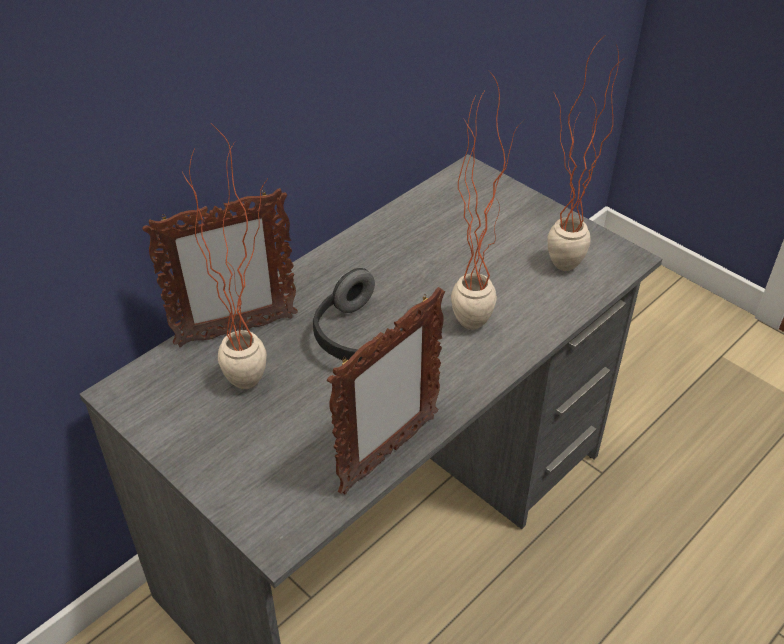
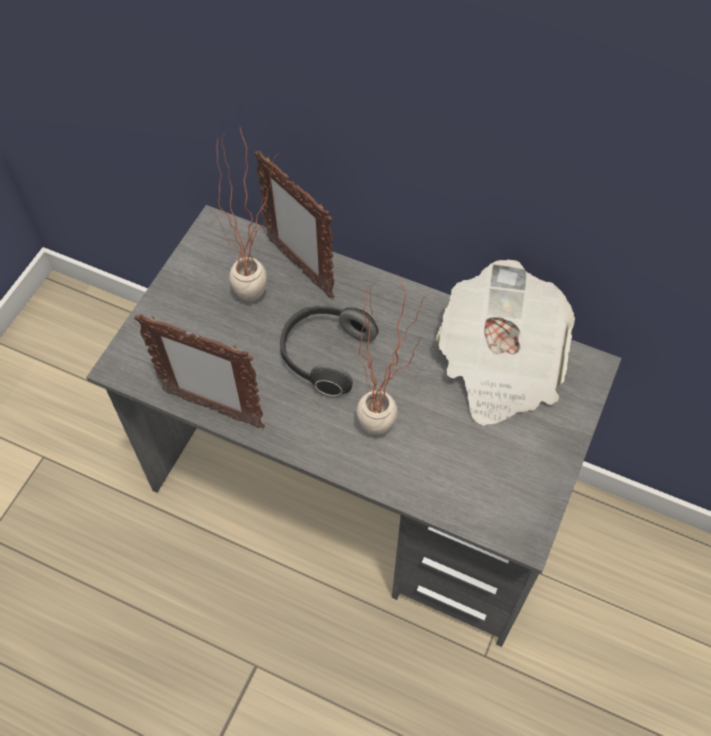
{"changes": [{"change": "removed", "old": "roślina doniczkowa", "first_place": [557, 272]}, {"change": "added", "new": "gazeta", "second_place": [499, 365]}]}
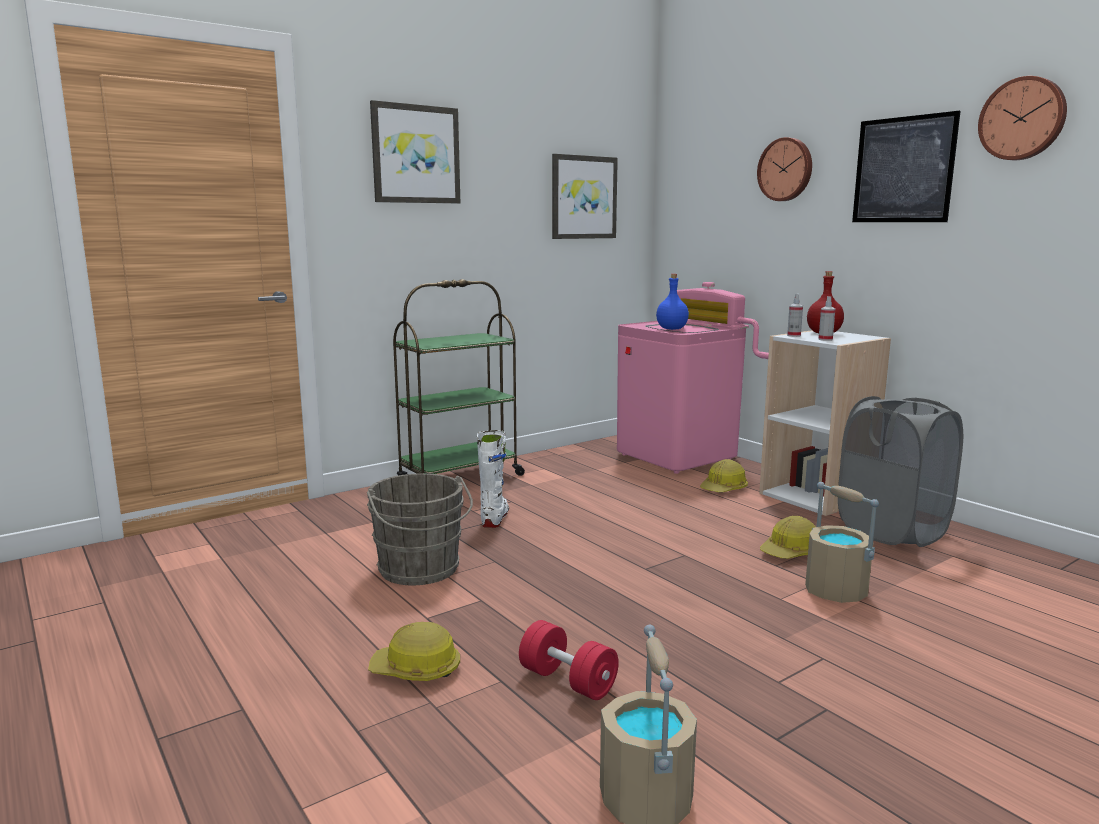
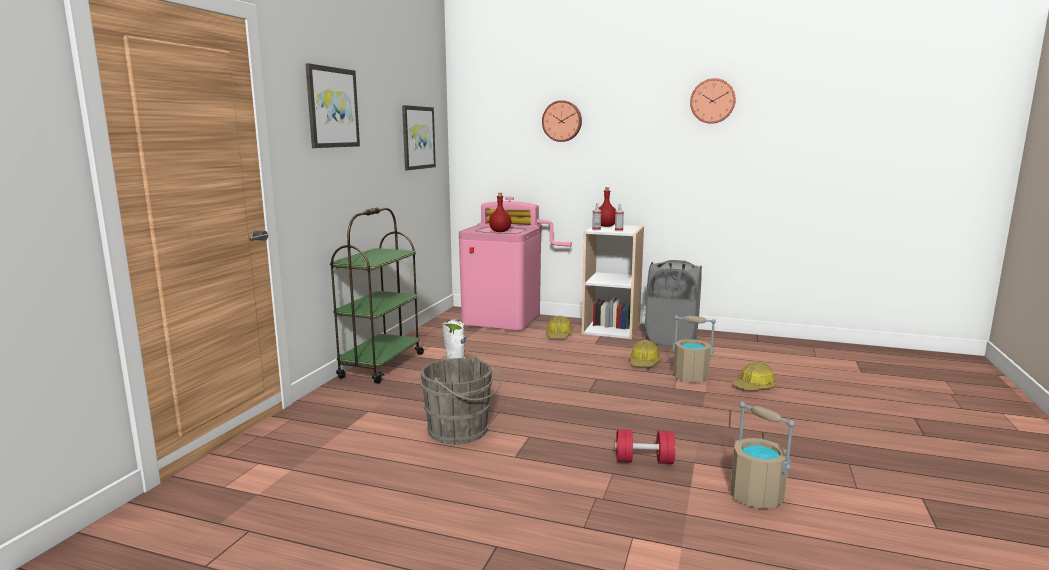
{"changes": [{"change": "removed", "old": "obraz", "first_place": [903, 170]}, {"change": "recoloured", "old": "butelka [niebieski]", "new": "butelka [czerwony]", "first_place": [672, 329], "second_place": [500, 231]}, {"change": "moved", "old": "kask", "first_place": [416, 669], "second_place": [754, 386]}]}
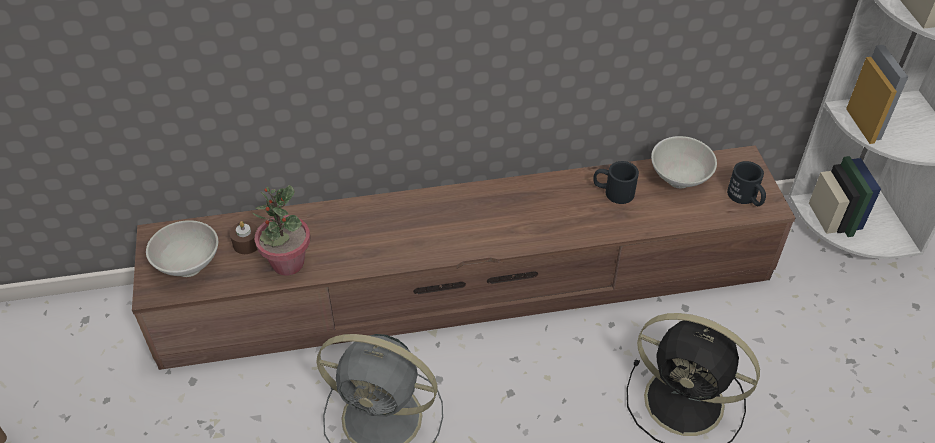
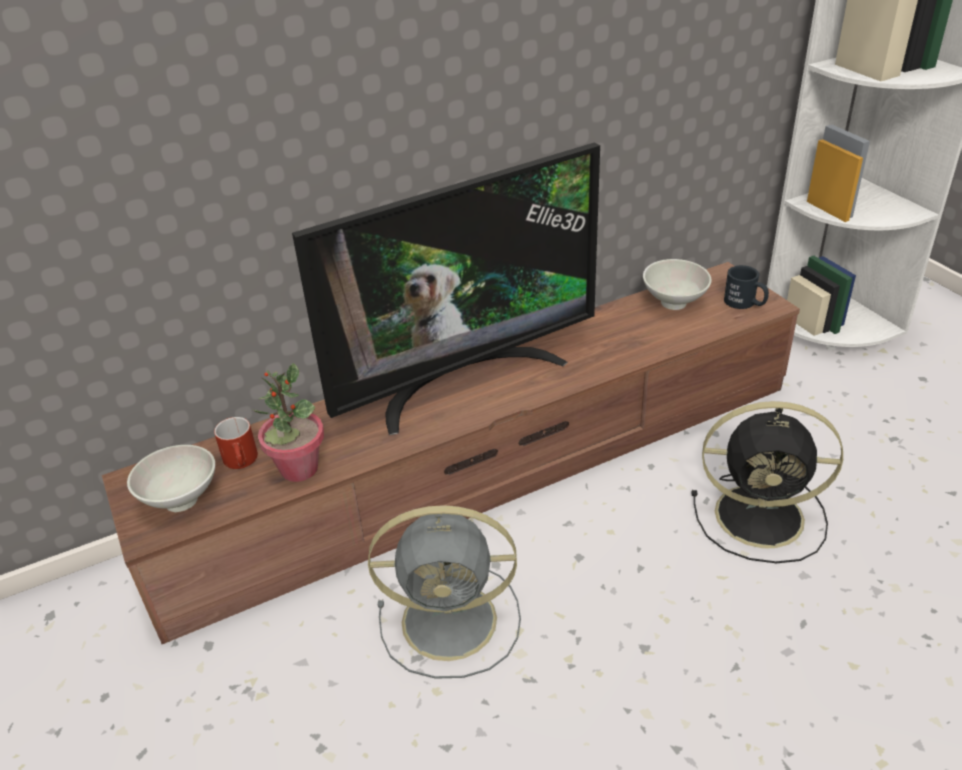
{"changes": [{"change": "removed", "old": "kubek [czarny]", "first_place": [613, 192]}, {"change": "replaced", "old": "świeca [brązowy]", "new": "kubek [czerwony]", "first_place": [246, 243], "second_place": [242, 461]}, {"change": "added", "new": "telewizor", "second_place": [464, 379]}]}
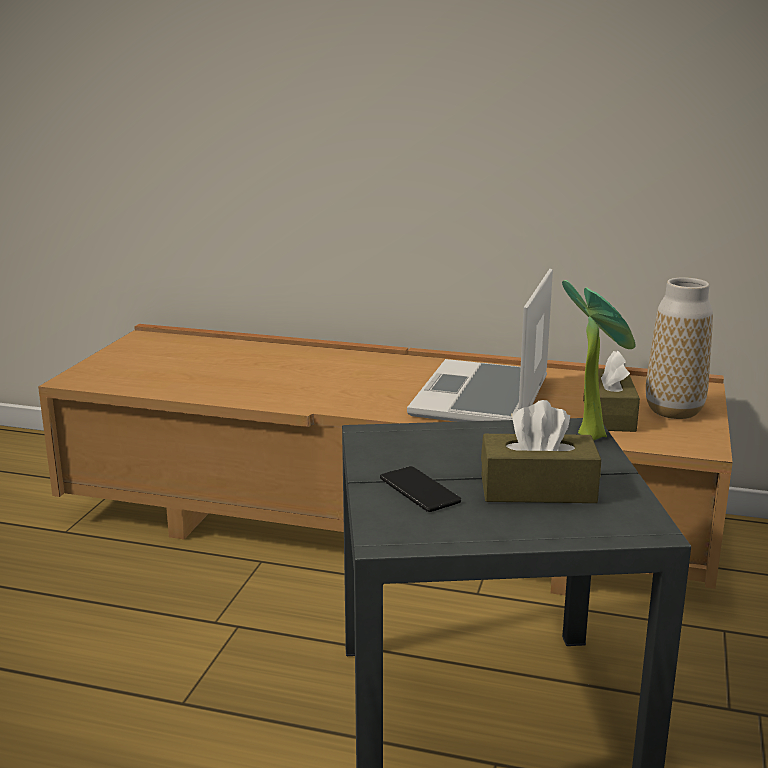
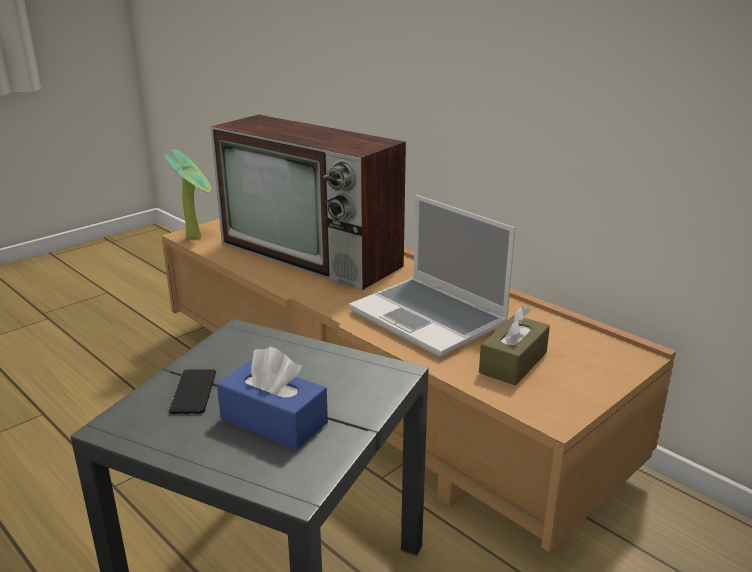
{"changes": [{"change": "turned", "old": "laptop", "first_place": [483, 398], "second_place": [430, 318], "degrees": -90}, {"change": "removed", "old": "wazon", "first_place": [674, 411]}, {"change": "moved", "old": "roślina doniczkowa", "first_place": [592, 434], "second_place": [196, 236]}, {"change": "recoloured", "old": "pudełko chusteczek [brązowy]", "new": "pudełko chusteczek [niebieski]", "first_place": [537, 489], "second_place": [273, 421]}, {"change": "added", "new": "telewizor", "second_place": [313, 255]}]}
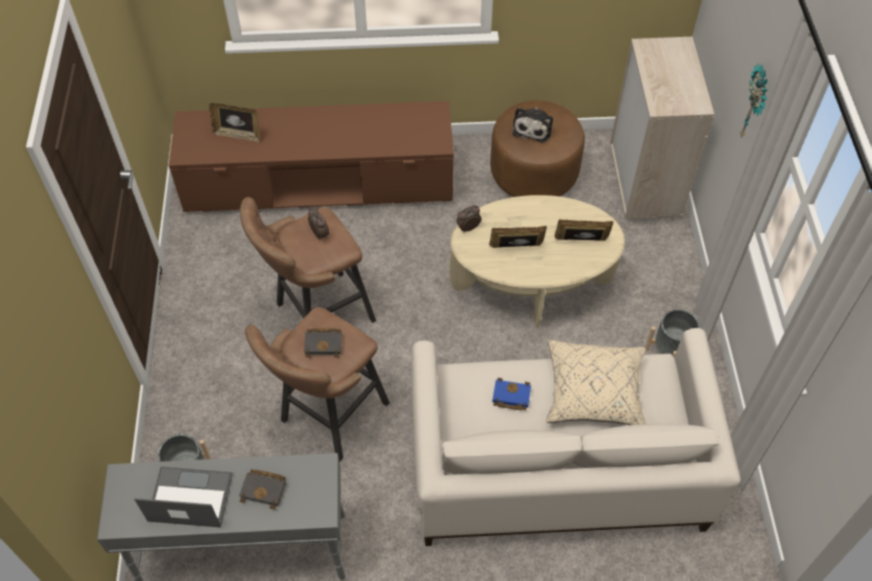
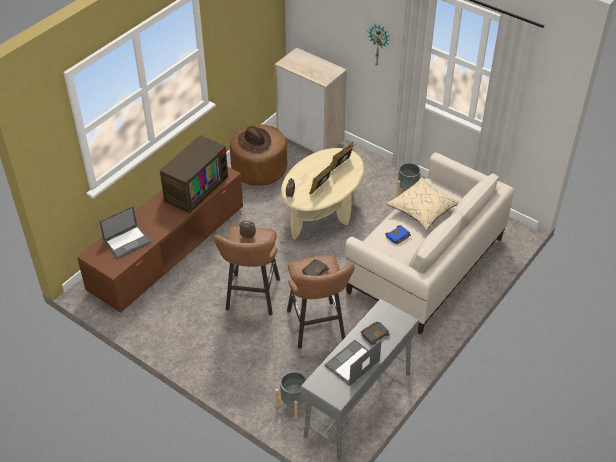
{"changes": [{"change": "replaced", "old": "ramka na zdjęcie", "new": "laptop", "first_place": [238, 135], "second_place": [127, 241]}, {"change": "replaced", "old": "pluszak", "new": "kapelusz [brązowy]", "first_place": [533, 128], "second_place": [255, 140]}, {"change": "added", "new": "telewizor", "second_place": [195, 187]}]}
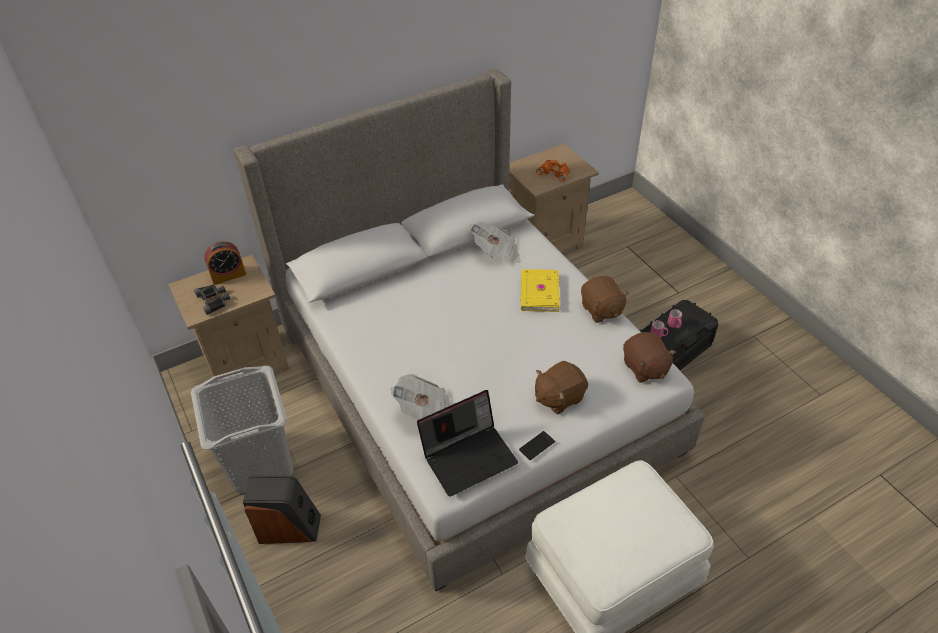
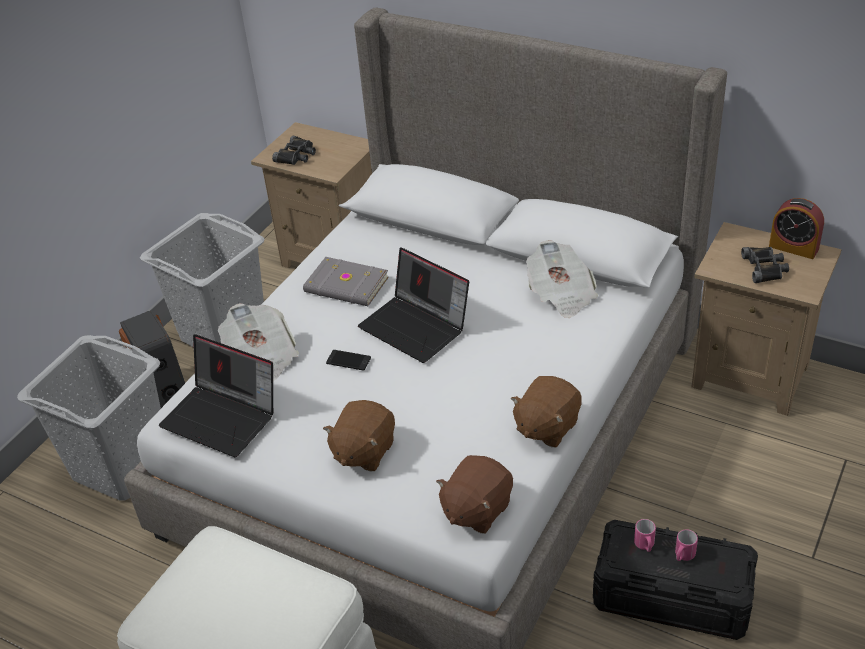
{"changes": [{"change": "recoloured", "old": "lornetka [pomarańczowy]", "new": "lornetka [czarny]", "first_place": [554, 172], "second_place": [765, 268]}, {"change": "moved", "old": "budzik", "first_place": [228, 275], "second_place": [793, 247]}, {"change": "removed", "old": "książka [żółty]", "first_place": [538, 293]}, {"change": "turned", "old": "pluszak [brązowy]", "first_place": [559, 397], "second_place": [363, 451], "degrees": -90}, {"change": "moved", "old": "telefon", "first_place": [537, 446], "second_place": [348, 360]}, {"change": "added", "new": "laptop", "second_place": [416, 327]}, {"change": "added", "new": "książka [szary]", "second_place": [346, 286]}, {"change": "added", "new": "kosz na pranie [szary]", "second_place": [122, 466]}]}
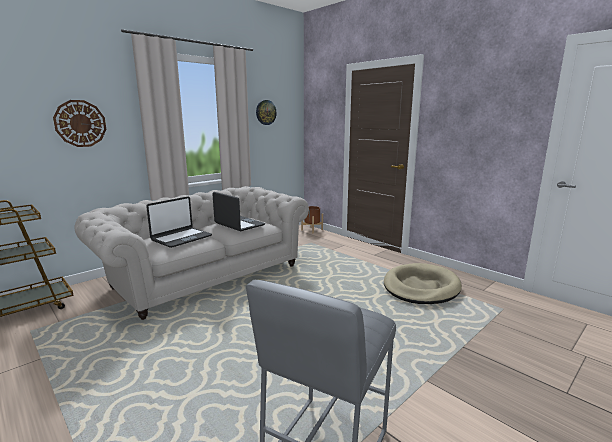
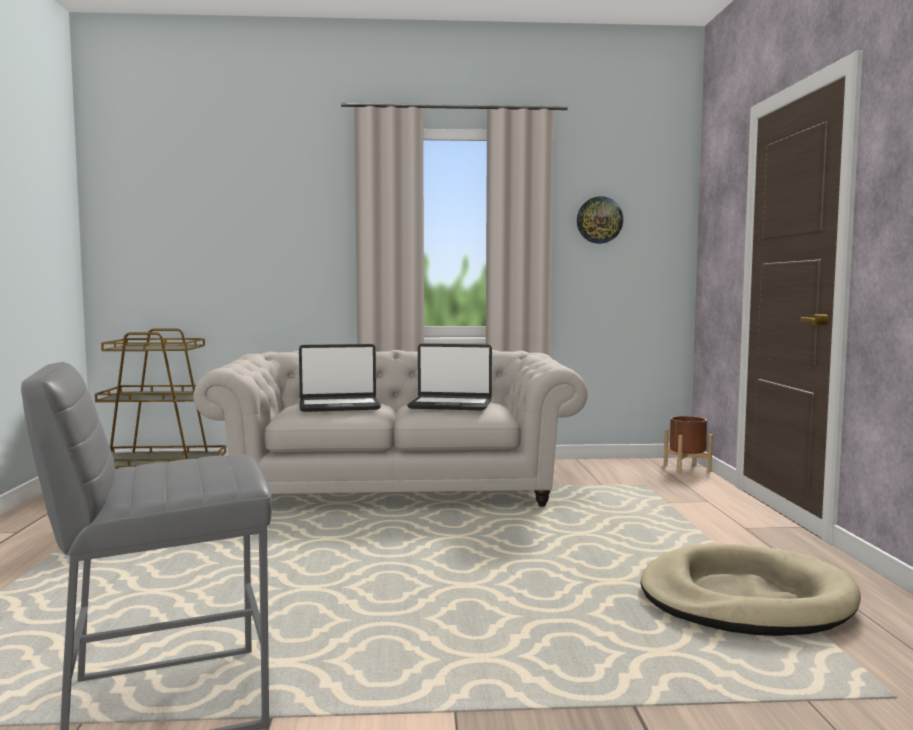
{"changes": [{"change": "removed", "old": "zegar ścienny", "first_place": [80, 123]}, {"change": "turned", "old": "laptop", "first_place": [239, 224], "second_place": [450, 405], "degrees": 105}]}
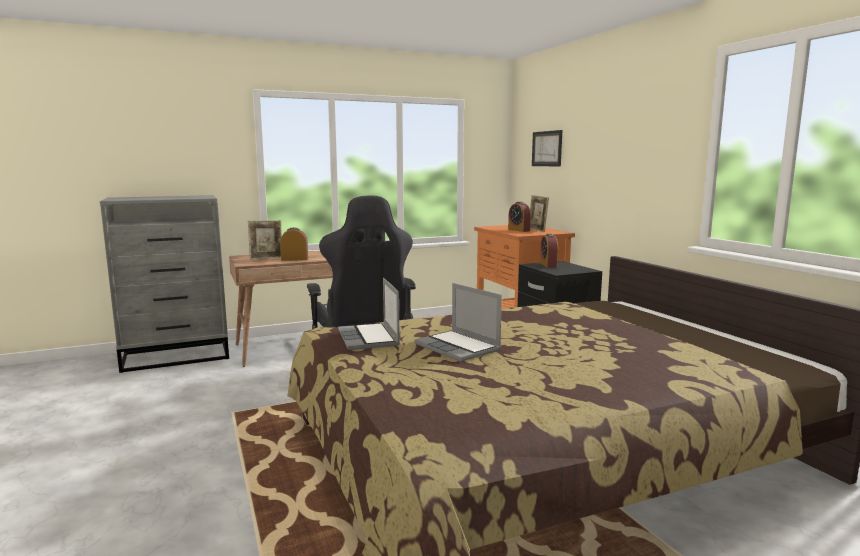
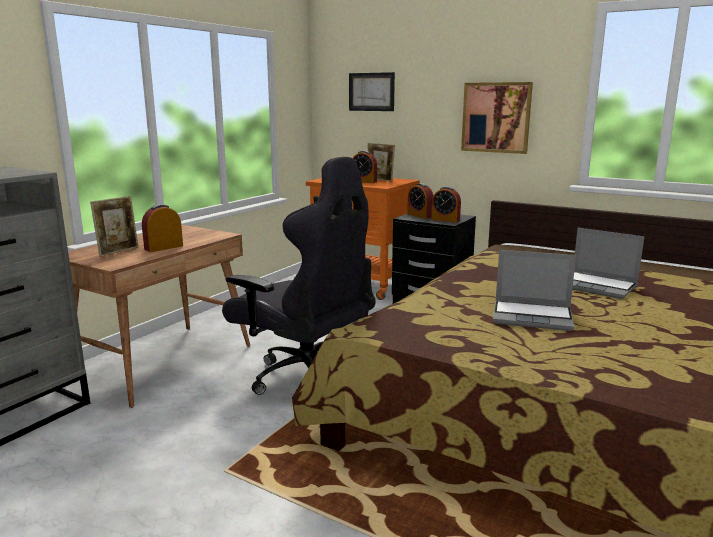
{"changes": [{"change": "moved", "old": "laptop", "first_place": [369, 338], "second_place": [598, 286]}, {"change": "added", "new": "obraz", "second_place": [496, 117]}, {"change": "added", "new": "budzik", "second_place": [445, 220]}]}
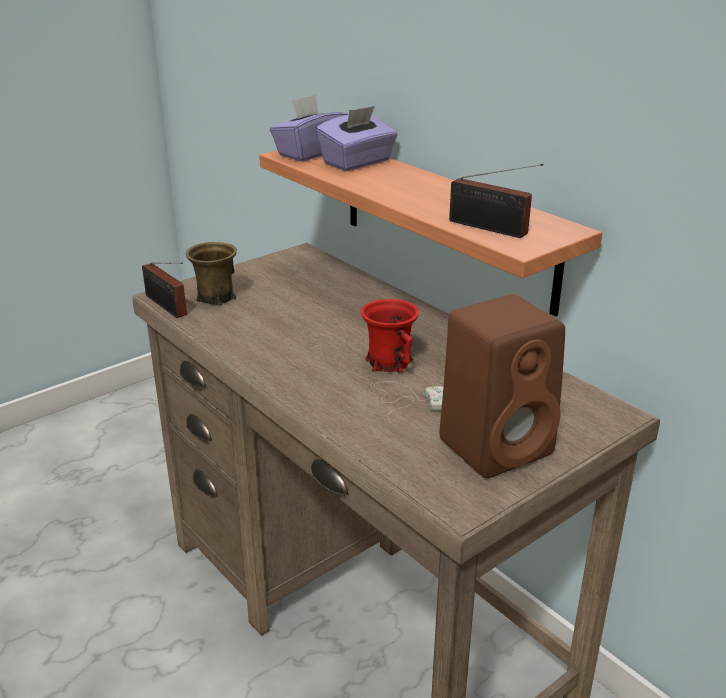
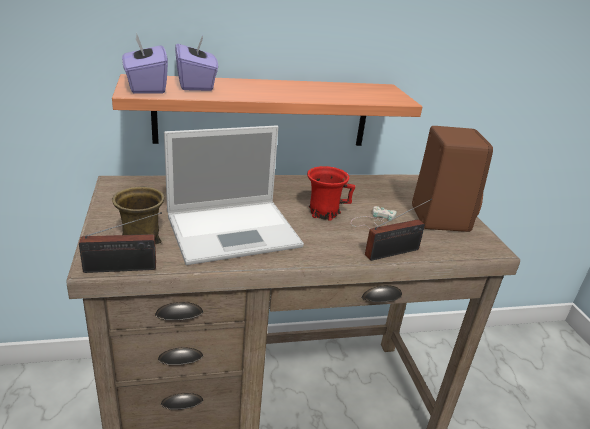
{"changes": [{"change": "moved", "old": "radio", "first_place": [491, 229], "second_place": [395, 252]}, {"change": "added", "new": "laptop", "second_place": [235, 230]}]}
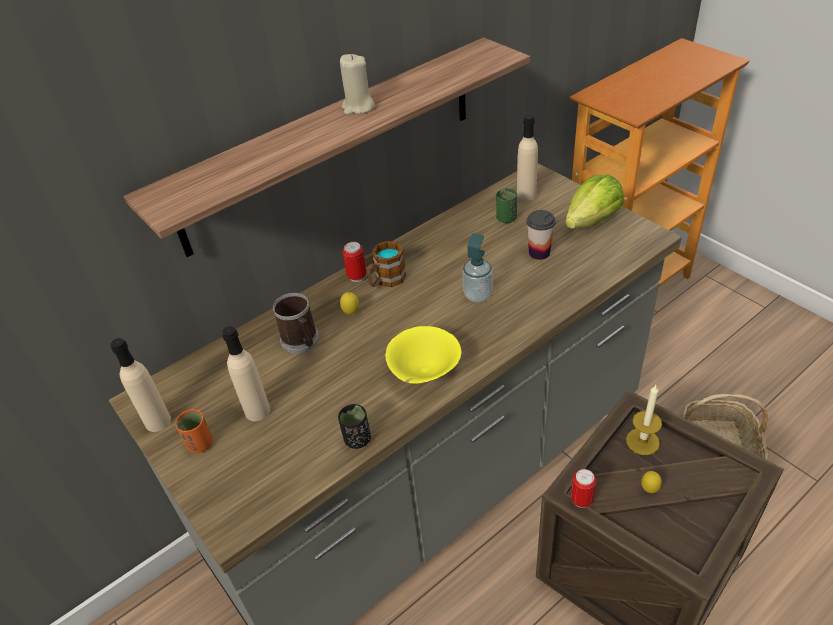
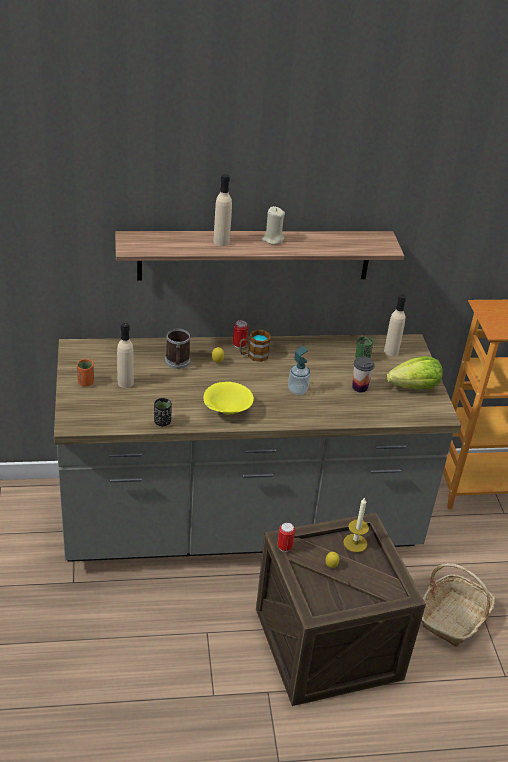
{"changes": [{"change": "moved", "old": "butelka [beżowy]", "first_place": [158, 421], "second_place": [221, 241]}]}
